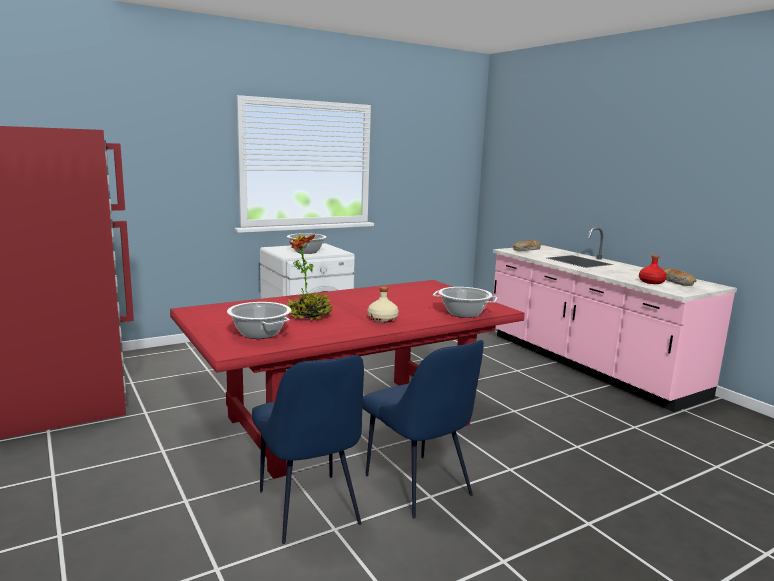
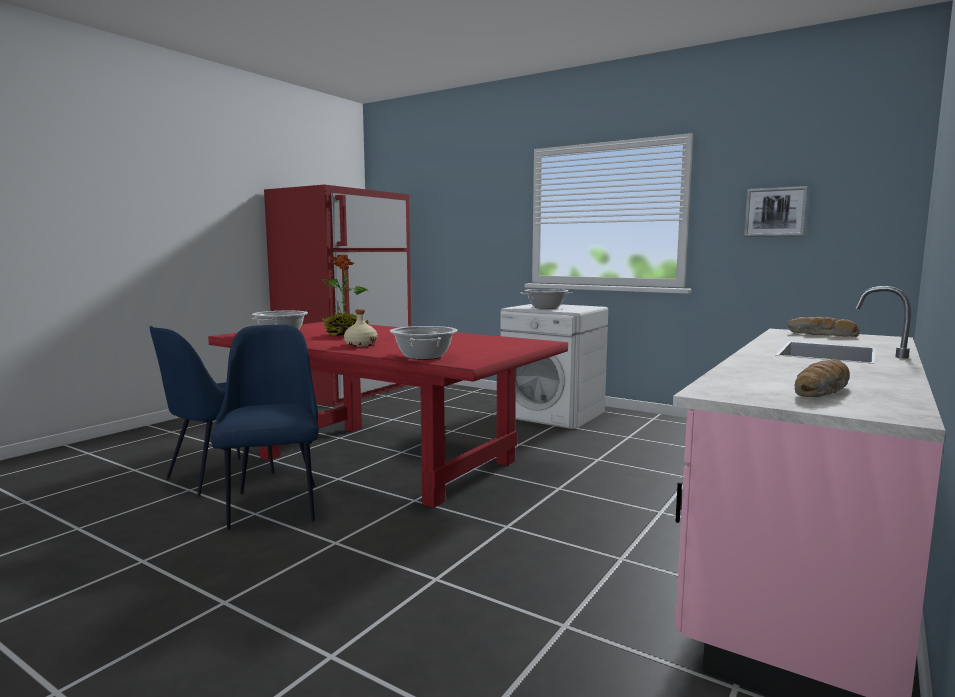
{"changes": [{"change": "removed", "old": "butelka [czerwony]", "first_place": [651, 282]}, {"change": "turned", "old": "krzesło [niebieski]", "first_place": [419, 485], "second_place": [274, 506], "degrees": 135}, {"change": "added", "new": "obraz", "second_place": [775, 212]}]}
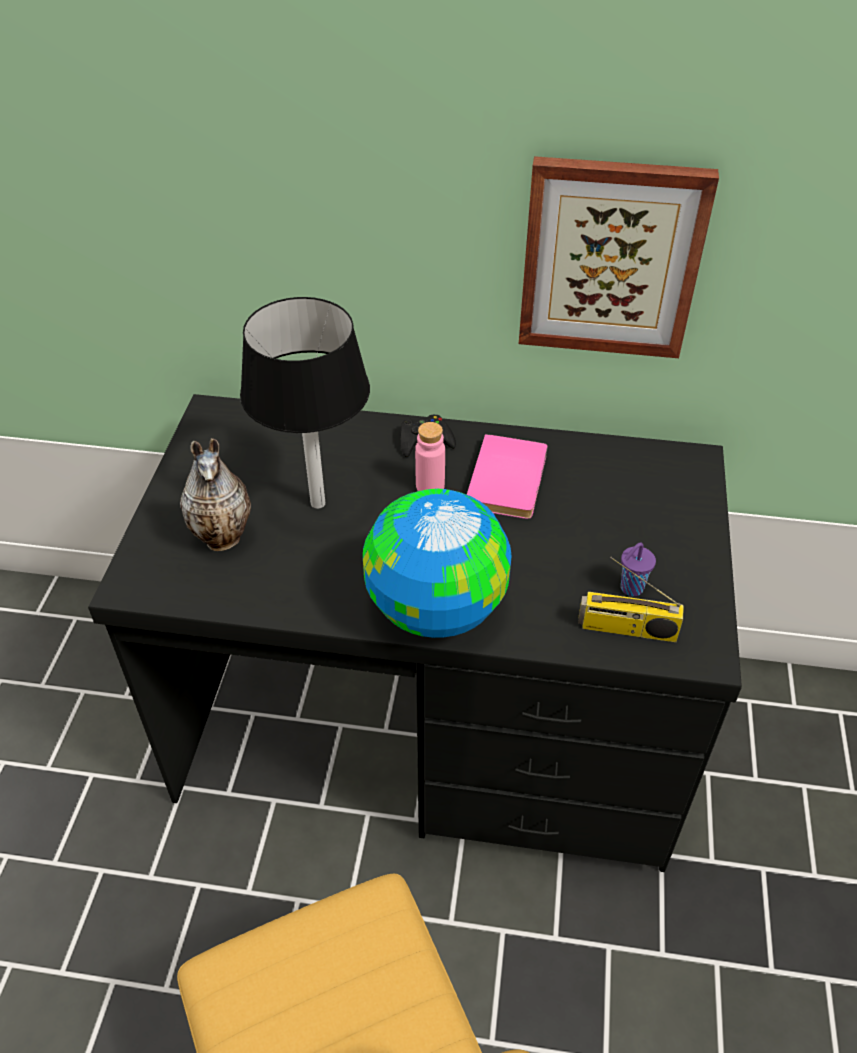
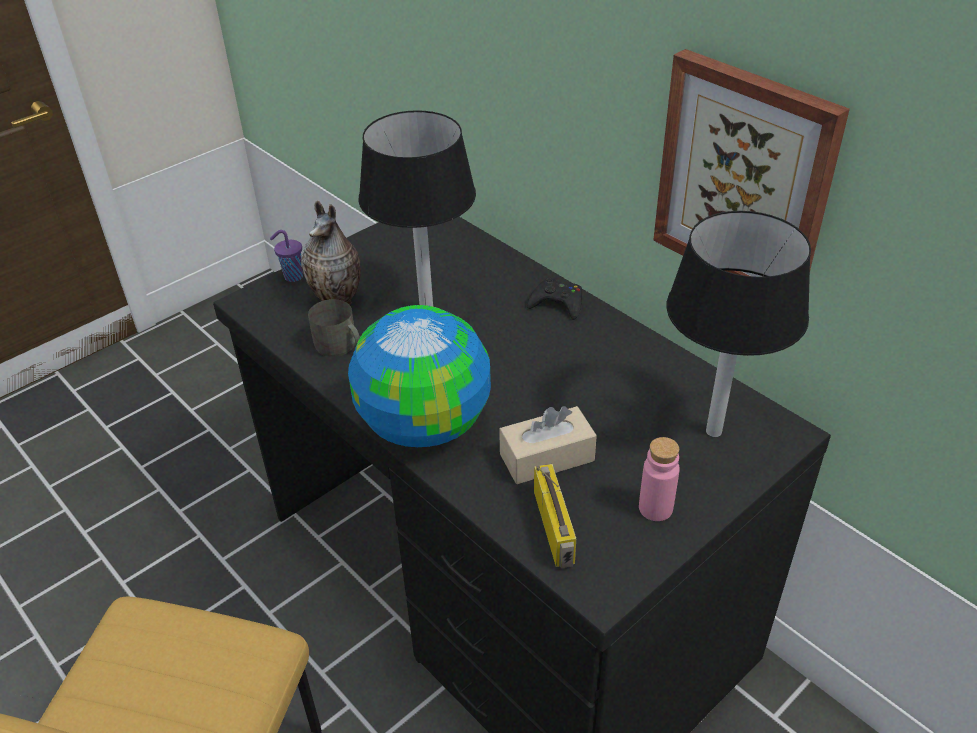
{"changes": [{"change": "moved", "old": "butelka [różowy]", "first_place": [430, 486], "second_place": [655, 508]}, {"change": "removed", "old": "książka [różowy]", "first_place": [510, 480]}, {"change": "moved", "old": "filiżanka [fioletowy]", "first_place": [630, 588], "second_place": [292, 276]}, {"change": "turned", "old": "radio", "first_place": [626, 629], "second_place": [555, 528], "degrees": -150}, {"change": "added", "new": "lampa stołowa [czarny]", "second_place": [713, 431]}, {"change": "added", "new": "kubek [szary]", "second_place": [339, 346]}, {"change": "added", "new": "pudełko chusteczek [beżowy]", "second_place": [547, 457]}]}
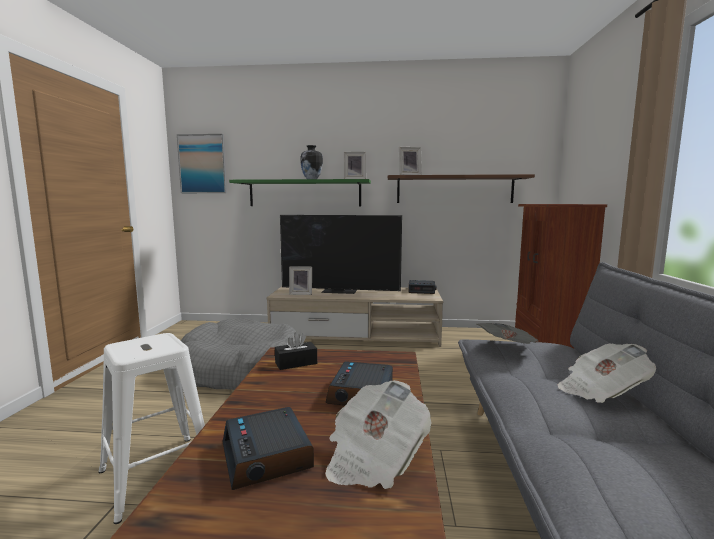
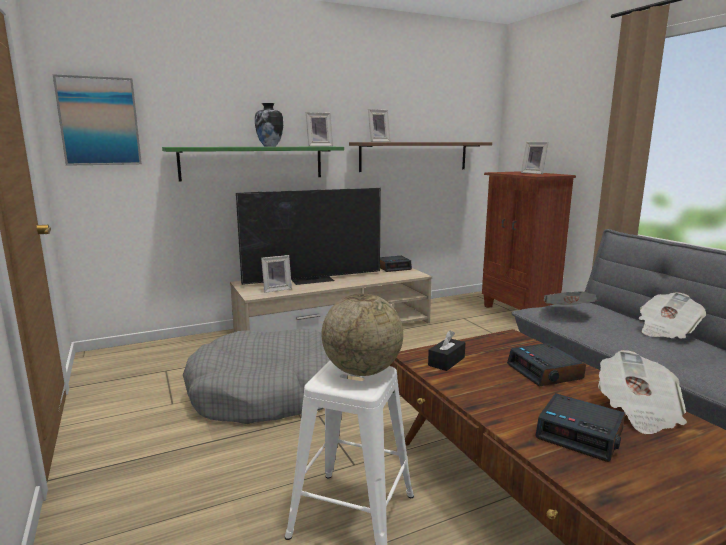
{"changes": [{"change": "added", "new": "ramka na zdjęcie", "second_place": [534, 173]}, {"change": "added", "new": "globus", "second_place": [362, 371]}]}
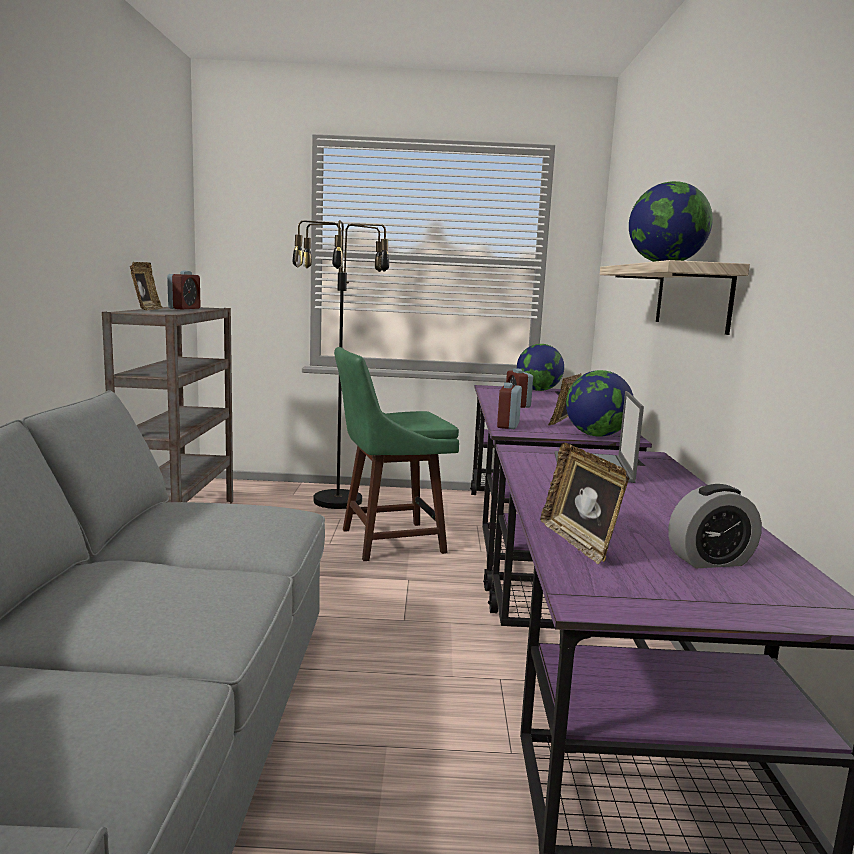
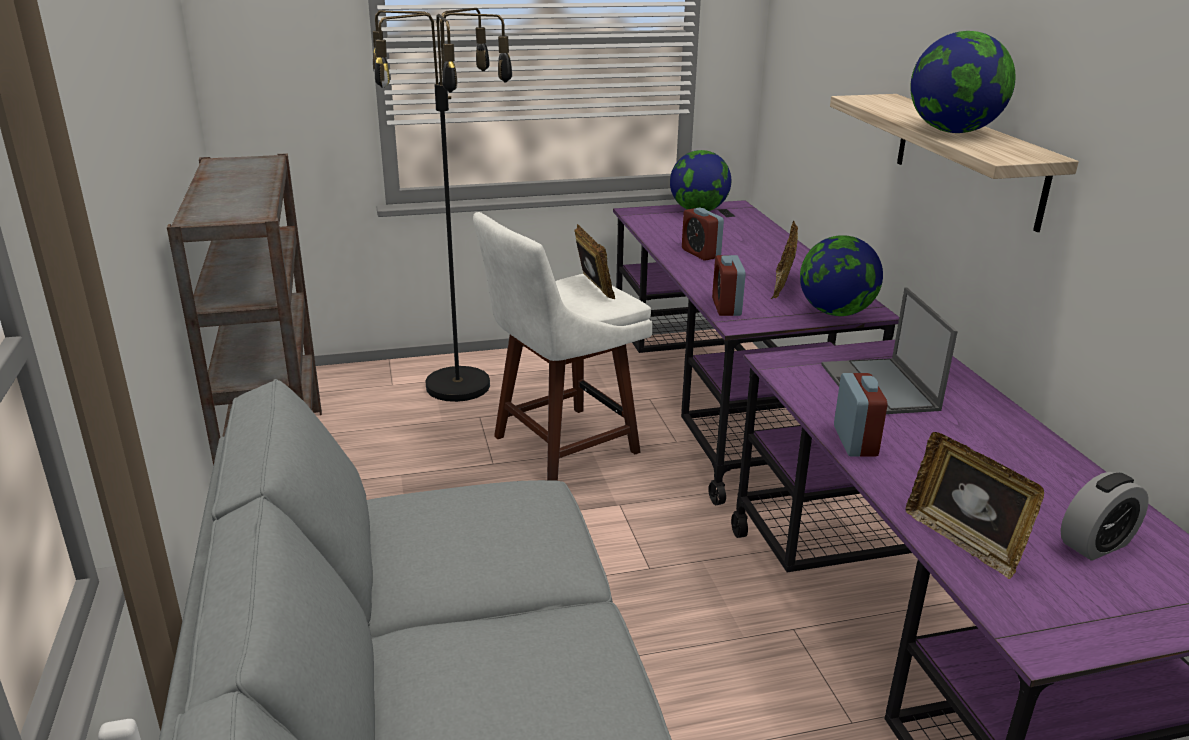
{"changes": [{"change": "moved", "old": "ramka na zdjęcie", "first_place": [146, 309], "second_place": [593, 289]}, {"change": "moved", "old": "budzik", "first_place": [184, 308], "second_place": [855, 441]}, {"change": "recoloured", "old": "stołek [zielony]", "new": "stołek [biały]", "first_place": [388, 541], "second_place": [560, 446]}]}
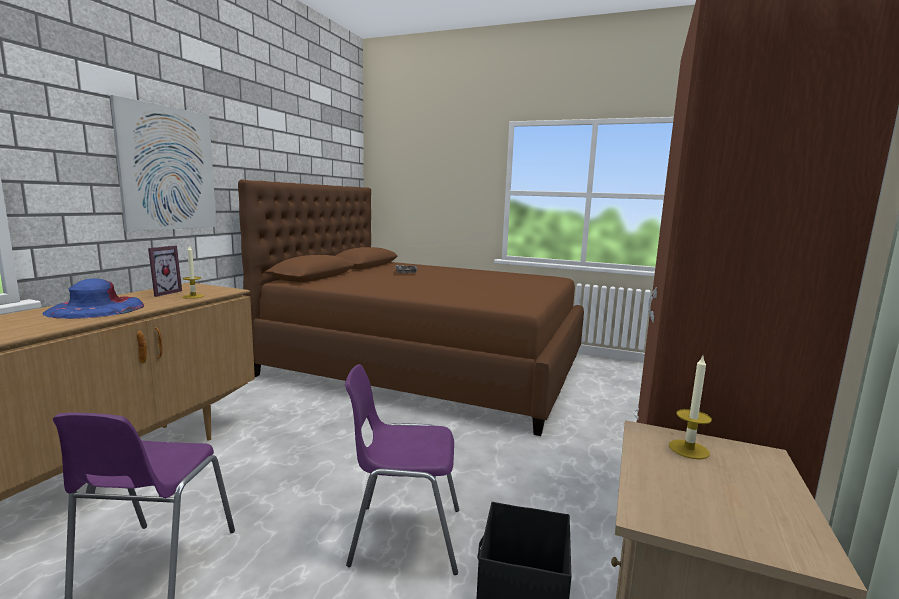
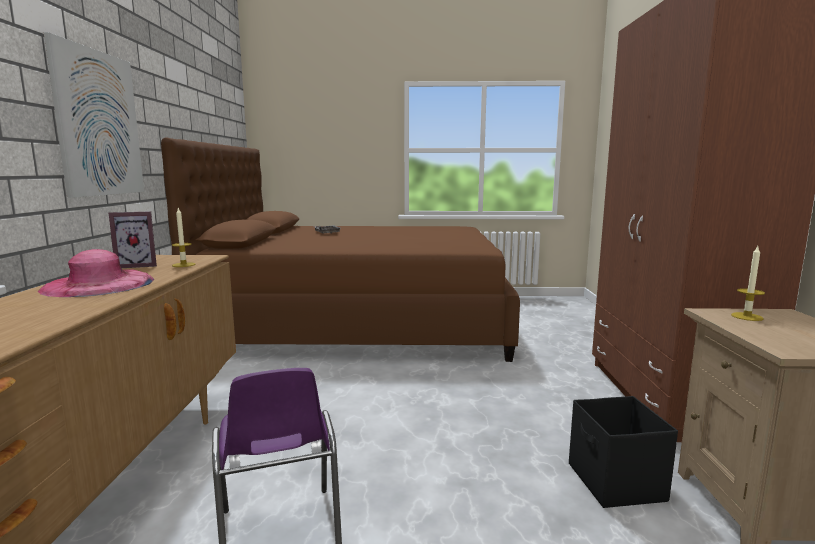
{"changes": [{"change": "turned", "old": "ramka na zdjęcie", "first_place": [162, 293], "second_place": [138, 265], "degrees": 75}, {"change": "recoloured", "old": "kapelusz [niebieski]", "new": "kapelusz [różowy]", "first_place": [96, 308], "second_place": [99, 284]}, {"change": "removed", "old": "krzesło [fioletowy]", "first_place": [403, 536]}]}
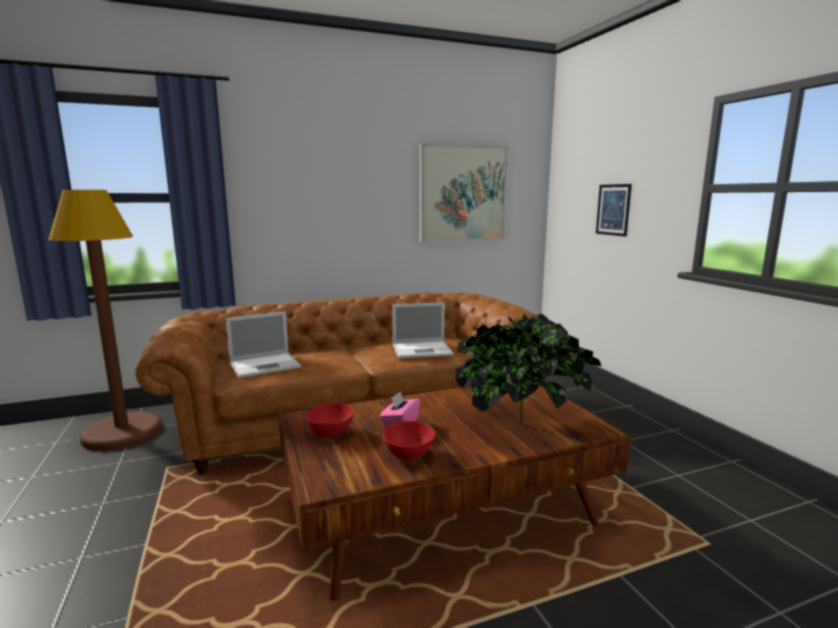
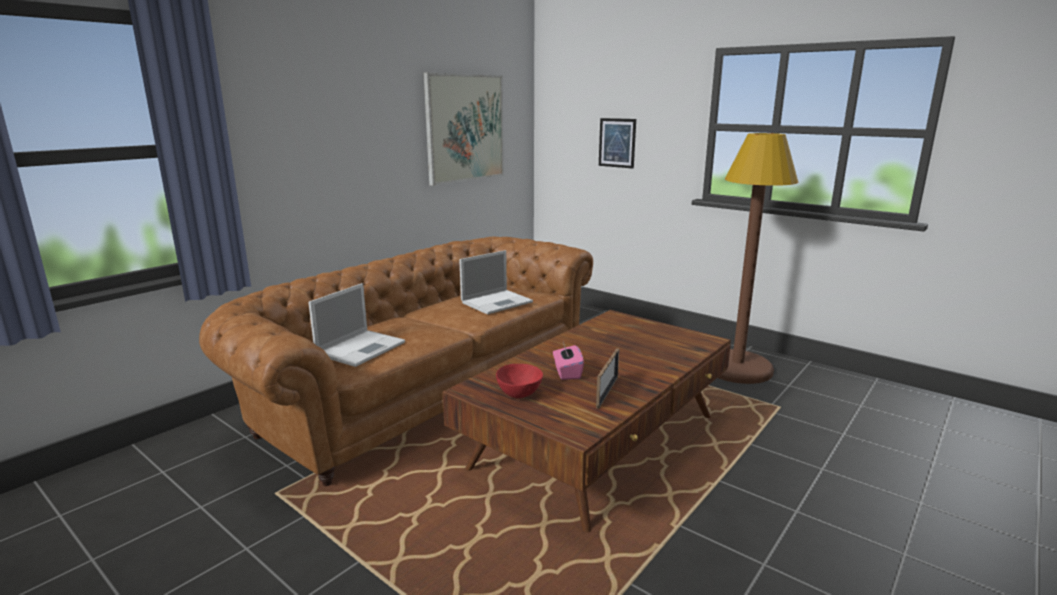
{"changes": [{"change": "moved", "old": "lampa stojąca [brązowy]", "first_place": [123, 433], "second_place": [737, 368]}, {"change": "removed", "old": "roślina doniczkowa", "first_place": [523, 426]}, {"change": "replaced", "old": "miska [czerwony]", "new": "ramka na zdjęcie", "first_place": [409, 454], "second_place": [607, 392]}]}
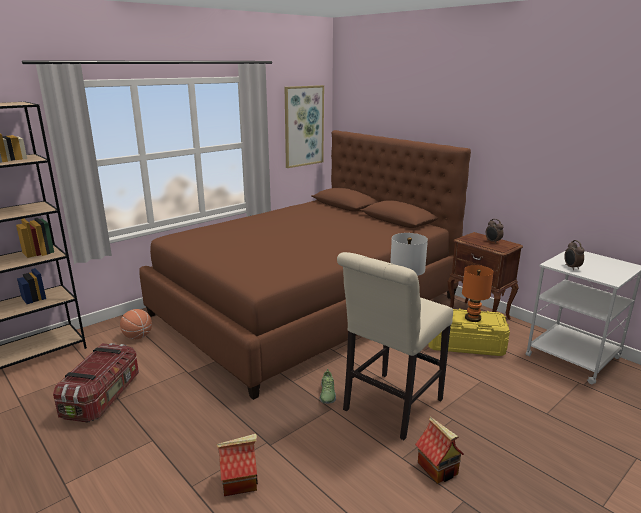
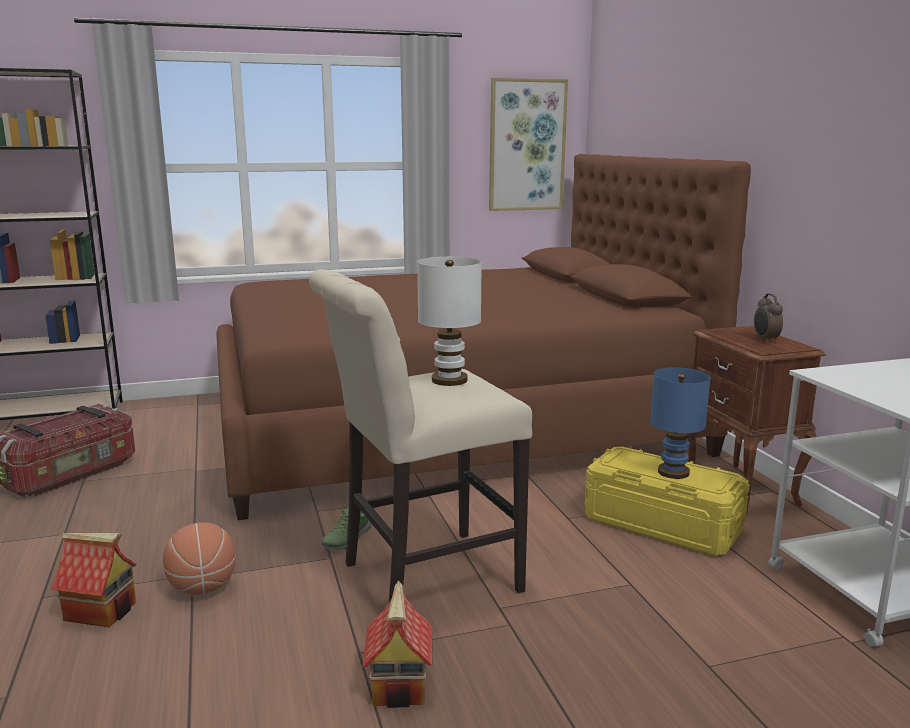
{"changes": [{"change": "removed", "old": "budzik", "first_place": [571, 267]}, {"change": "recoloured", "old": "lampa stołowa [pomarańczowy]", "new": "lampa stołowa [niebieski]", "first_place": [472, 318], "second_place": [672, 472]}, {"change": "moved", "old": "piłka do koszykówki", "first_place": [138, 336], "second_place": [202, 588]}]}
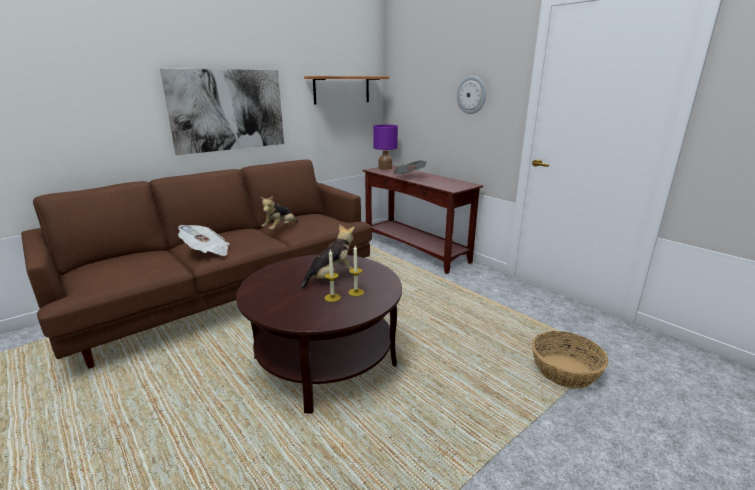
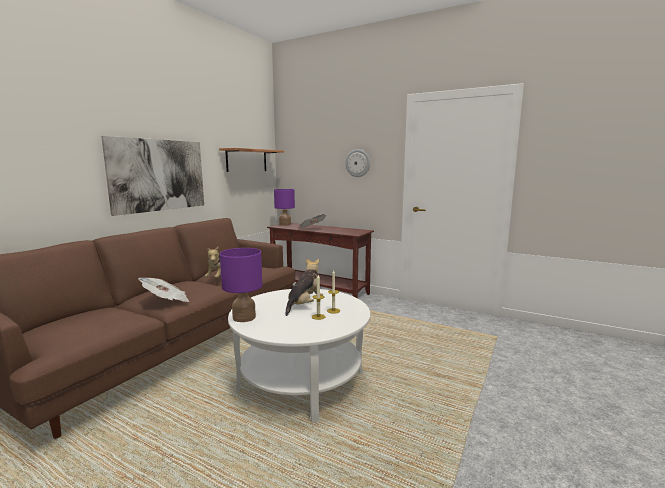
{"changes": [{"change": "recoloured", "old": "ława [brązowy]", "new": "ława [biały]", "first_place": [325, 360], "second_place": [301, 381]}, {"change": "removed", "old": "koszyk", "first_place": [564, 371]}, {"change": "added", "new": "lampa stołowa [fioletowy]", "second_place": [244, 318]}]}
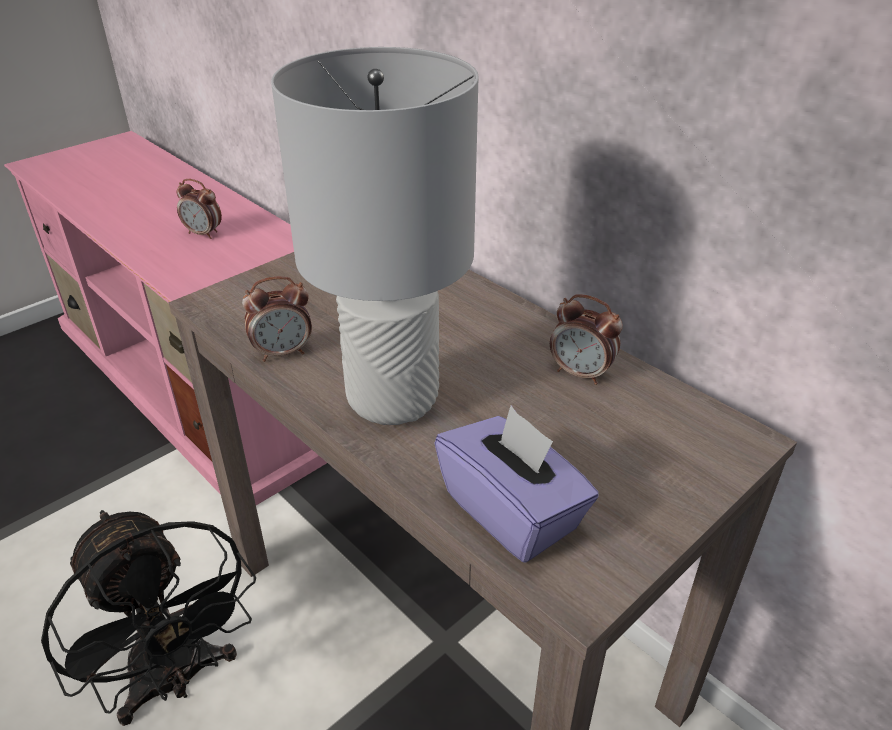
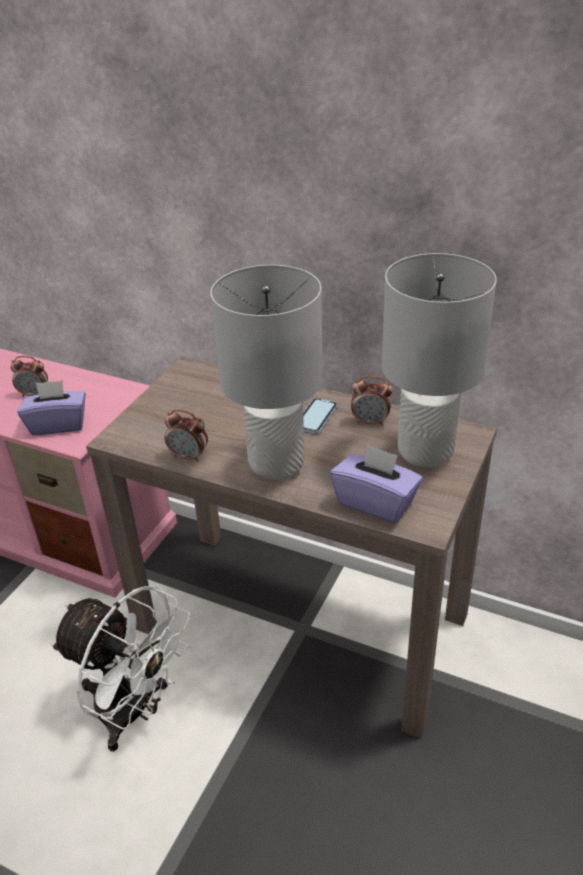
{"changes": [{"change": "turned", "old": "budzik", "first_place": [283, 353], "second_place": [189, 456], "degrees": 60}, {"change": "recoloured", "old": "wentylator [czarny]", "new": "wentylator [biały]", "first_place": [176, 680], "second_place": [134, 713]}, {"change": "added", "new": "lampa stołowa [szary]", "second_place": [425, 455]}, {"change": "added", "new": "pudełko chusteczek [fioletowy]", "second_place": [58, 424]}, {"change": "added", "new": "telefon", "second_place": [316, 417]}]}
